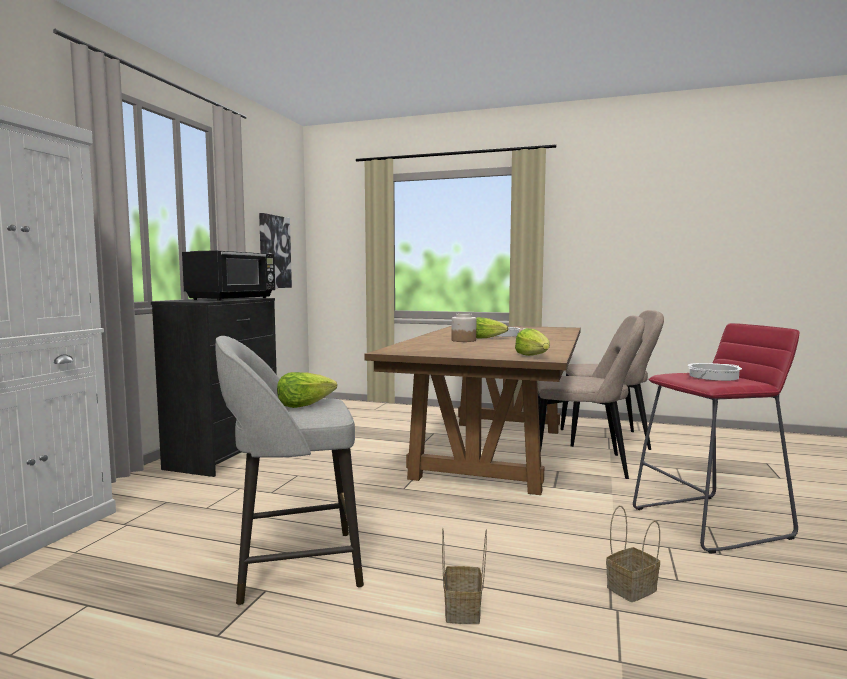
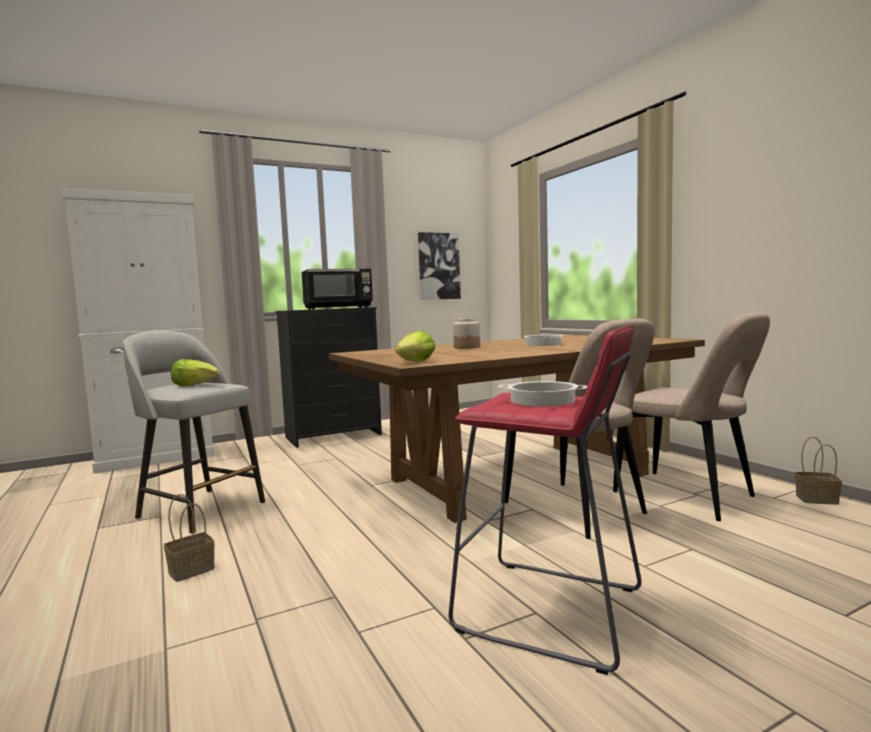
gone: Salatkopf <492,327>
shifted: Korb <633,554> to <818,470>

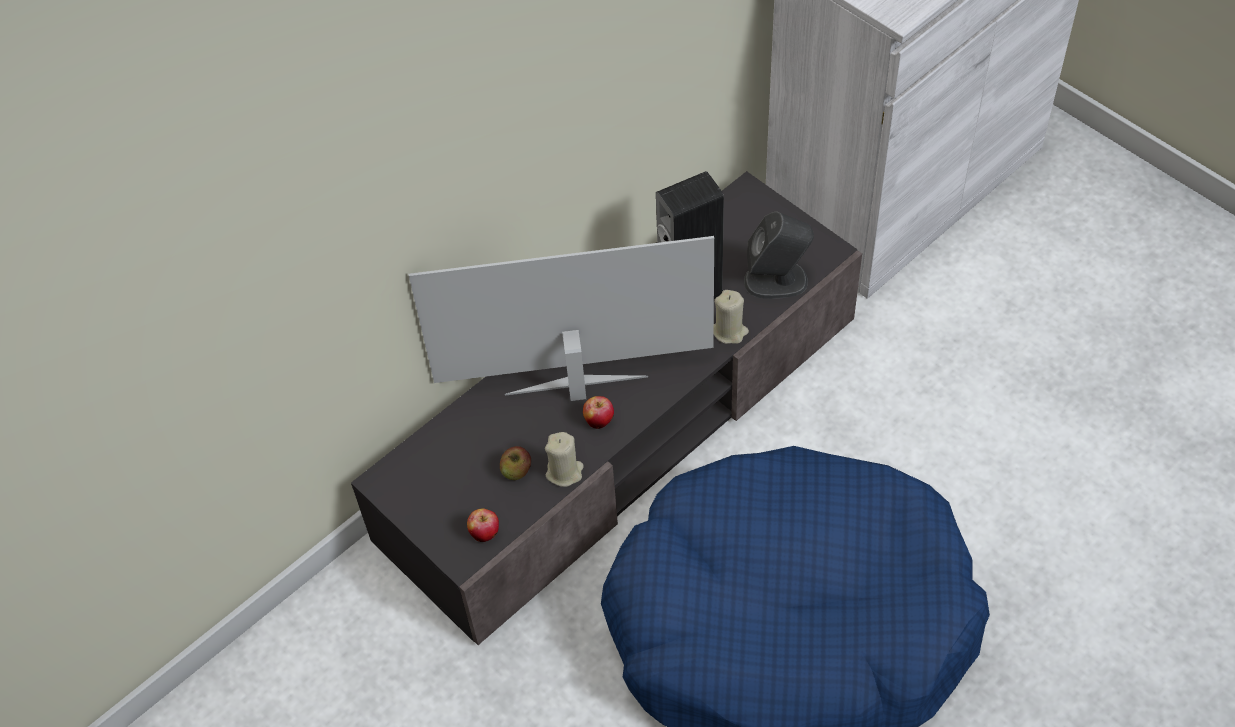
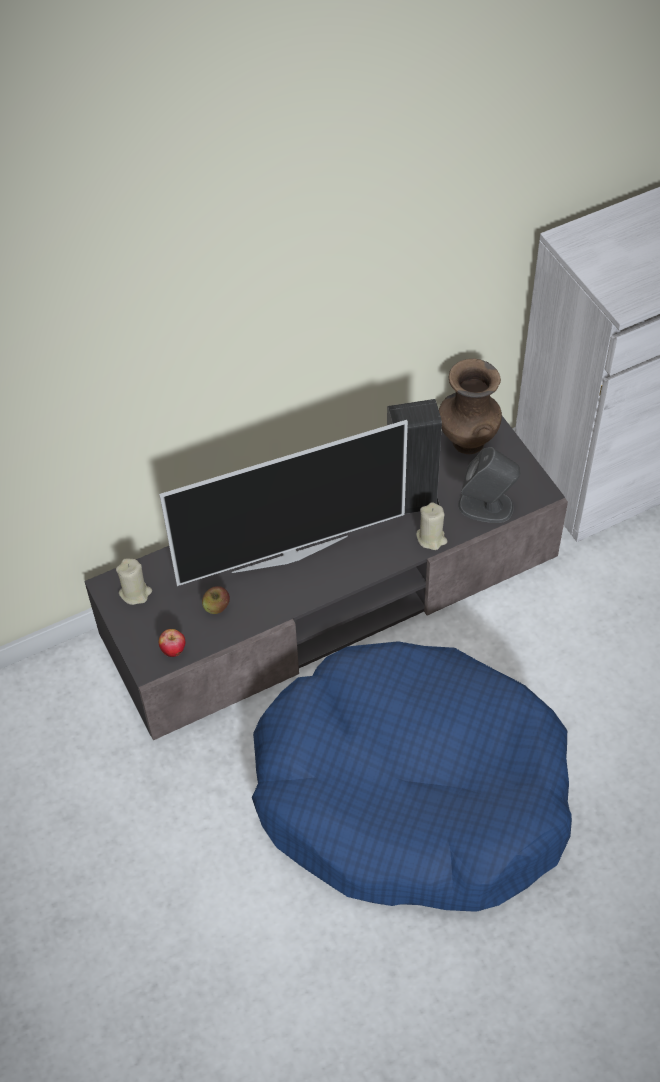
gone: Apfel <598,412>
new: Vase [braun] <470,406>
shifted: Kerze [beige] <564,459> to <134,582>
rotated: Fernseher <561,318> = <283,503> 150 degrees clockwise

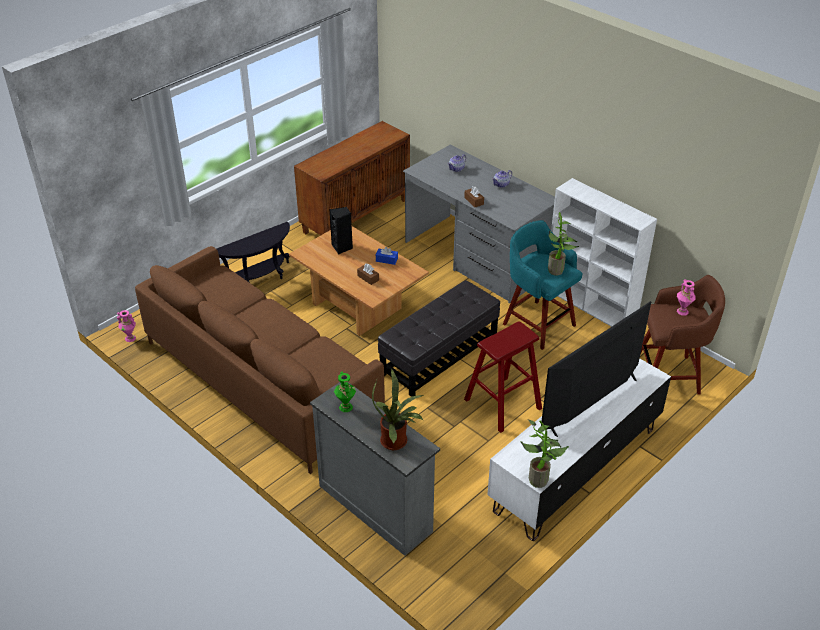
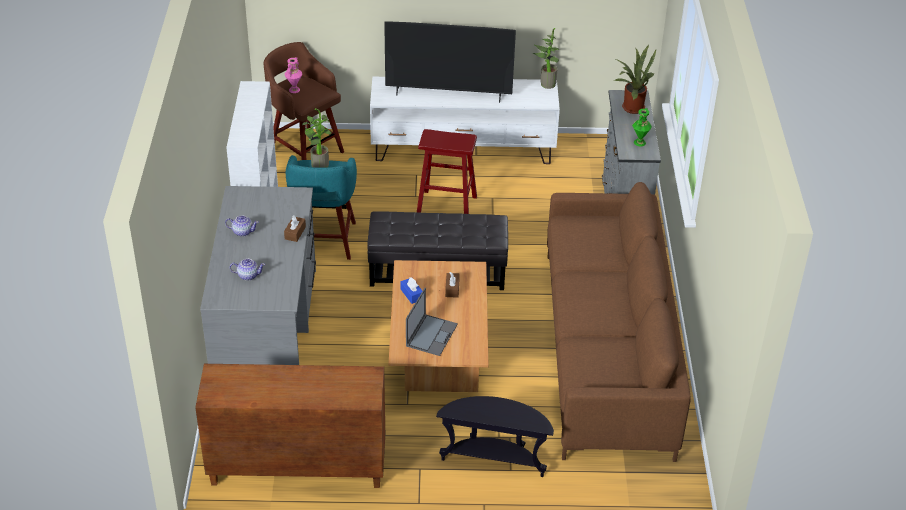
gone: Vase [rosa] <126,326>
swapped: Lautsprecher [schwarz] <341,230> to Laptop <432,322>

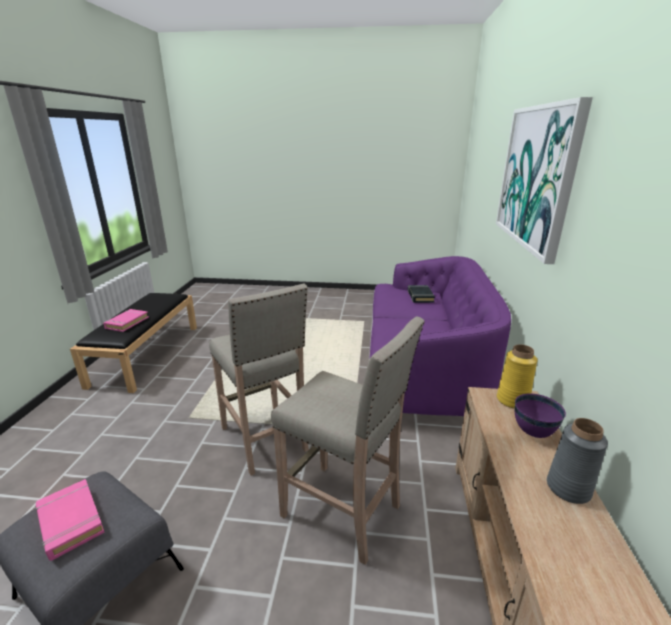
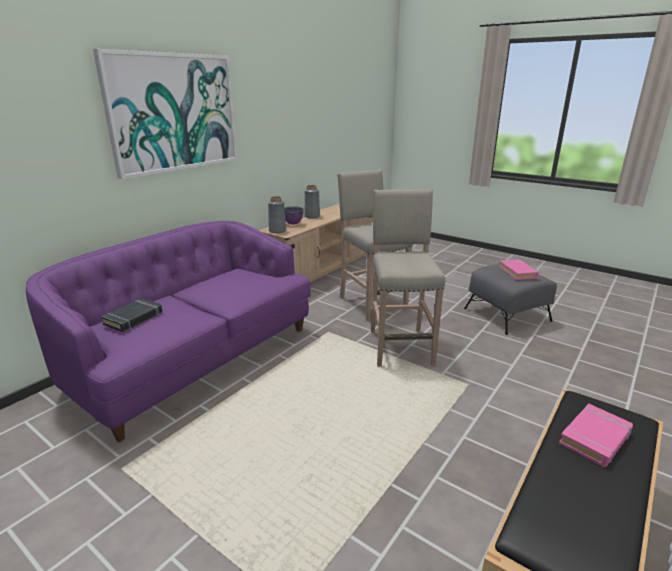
repainted: Vase [gelb] <517,376> to Vase [grau] <277,214>

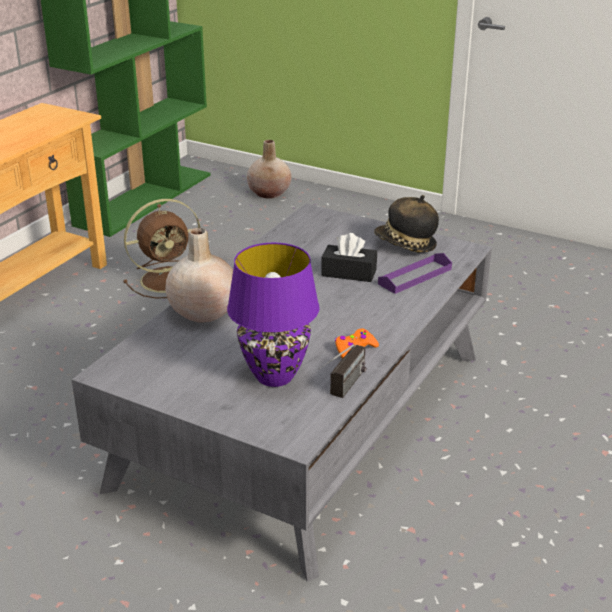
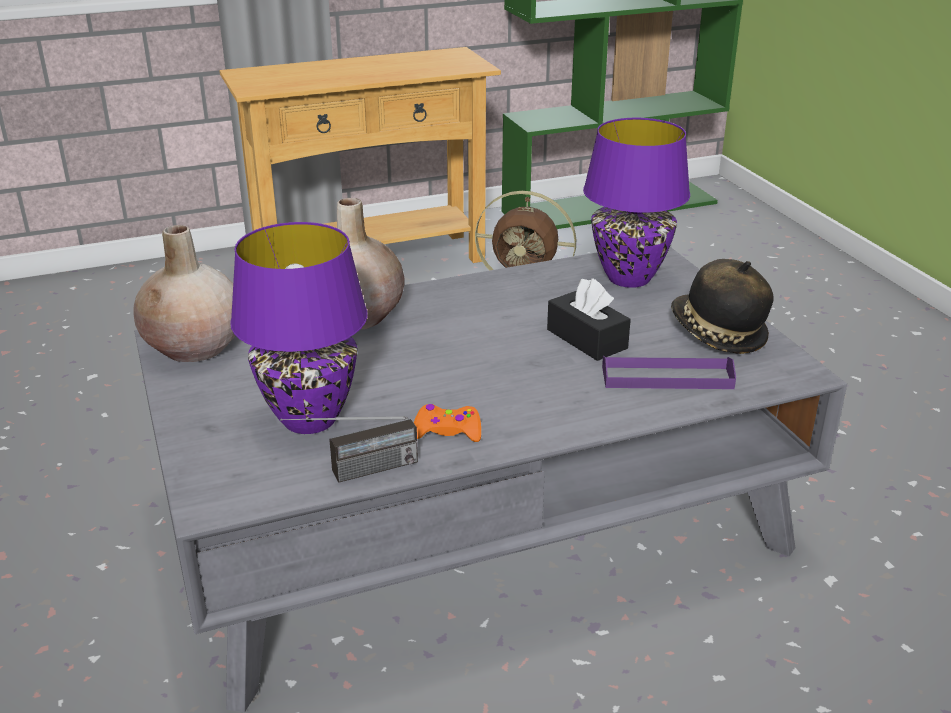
new: Tischlampe [lila] <636,203>
shifted: Vase [beige] <269,169> to <184,293>

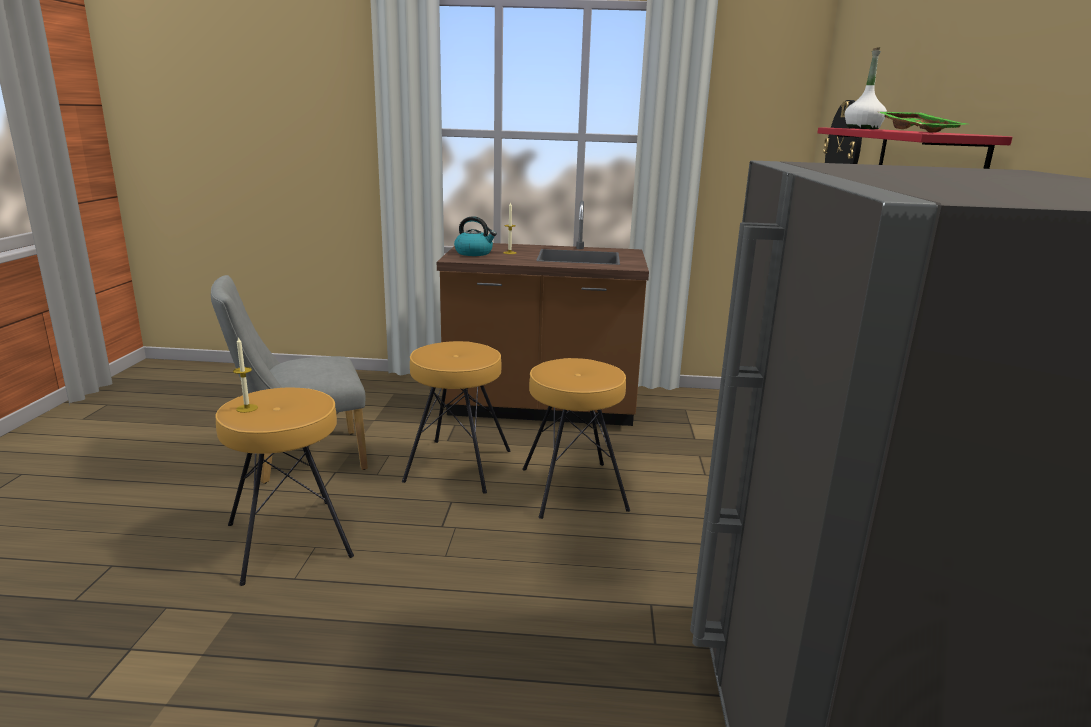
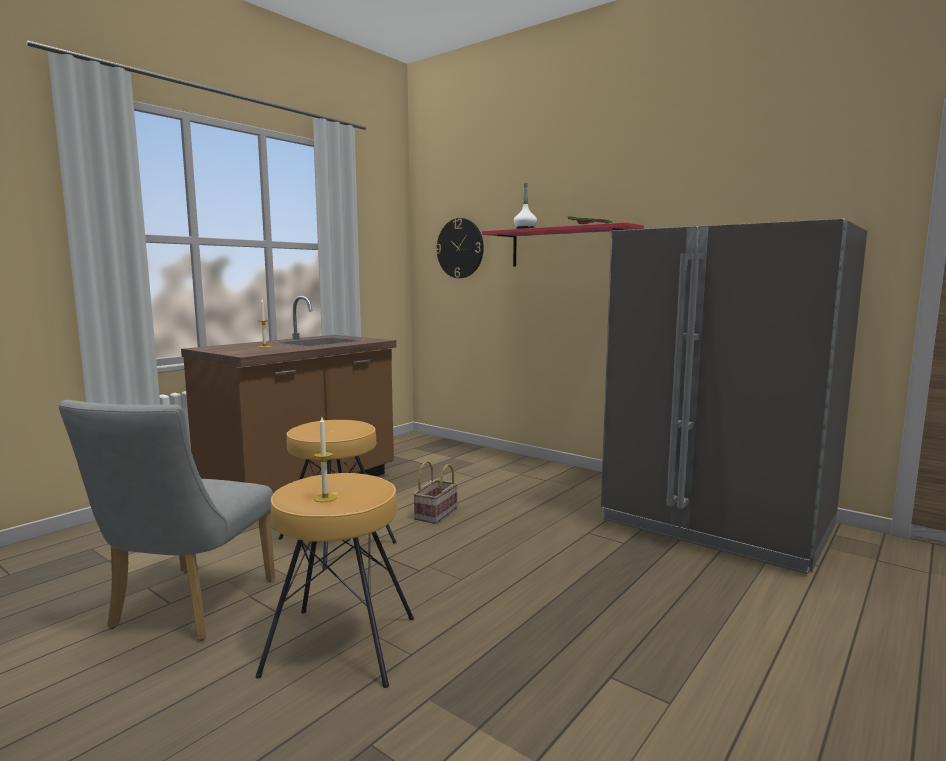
gone: Wasserkessel <475,236>
swapped: Hocker [braun] <576,438> to Korb <435,492>

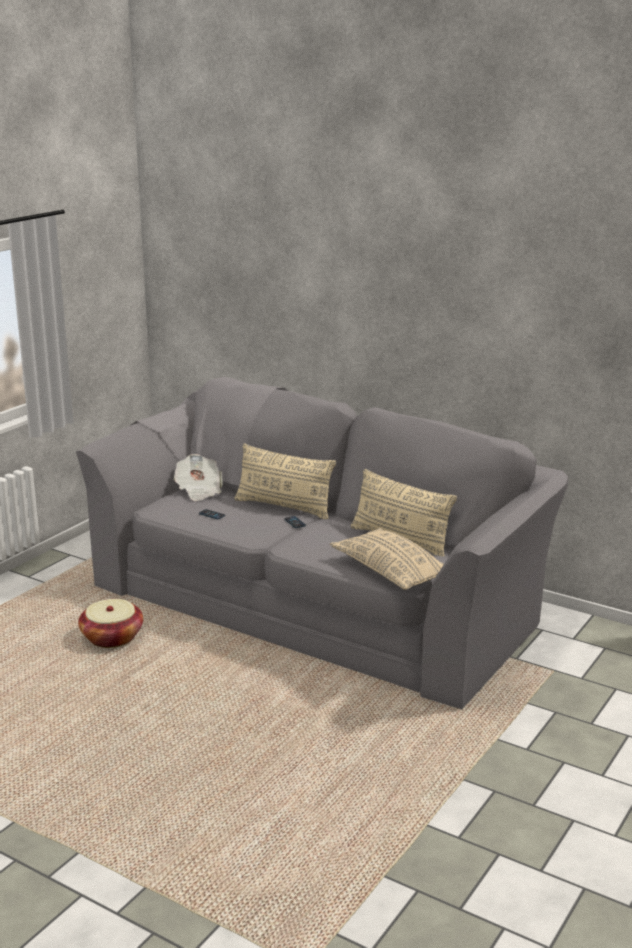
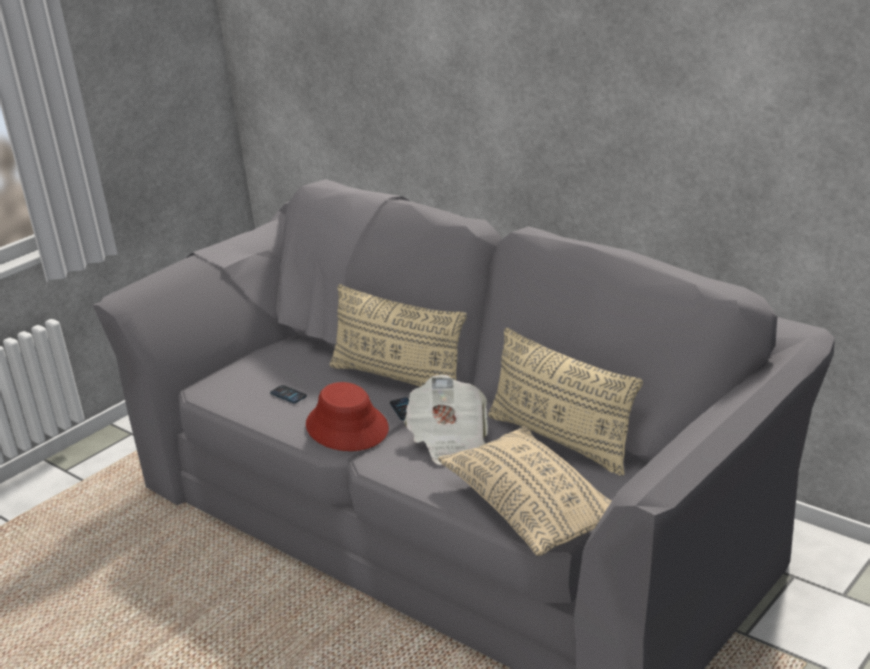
gone: Korb <110,623>
new: Hut [rot] <347,416>
shifted: Zeitung <198,477> to <446,420>

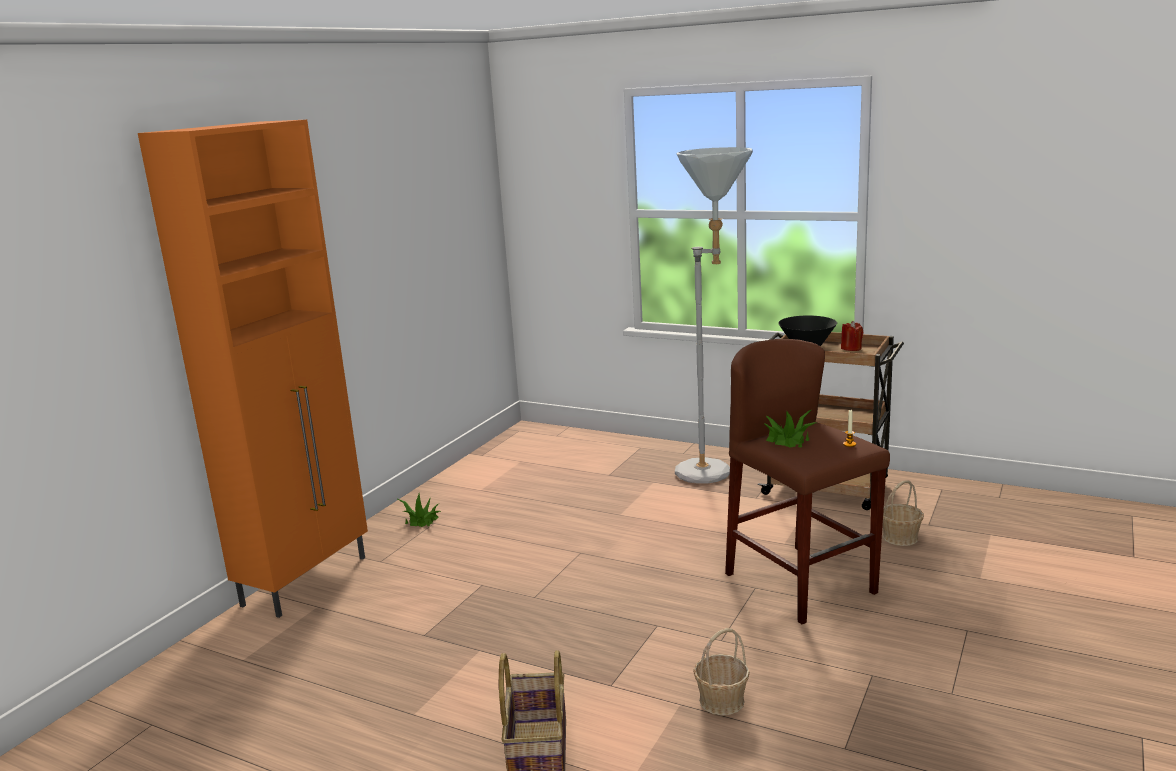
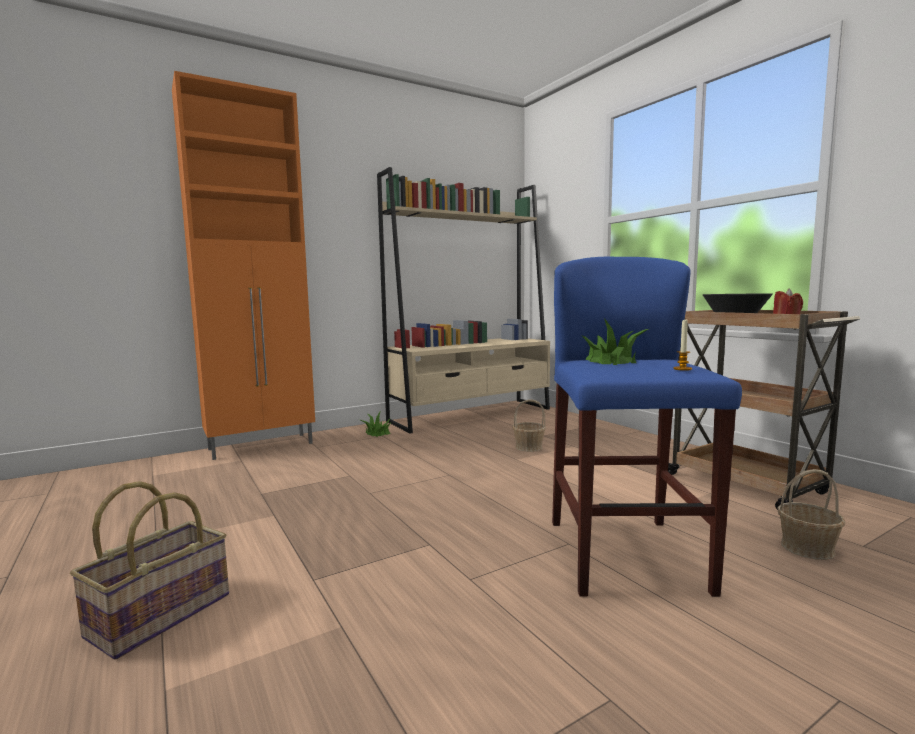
gone: Stehlampe [grau] <714,315>
new: Bücherregal [beige] <463,300>
shifted: Korb <721,672> to <529,425>
repainted: Hocker [braun] <807,481> to Hocker [blau] <647,427>

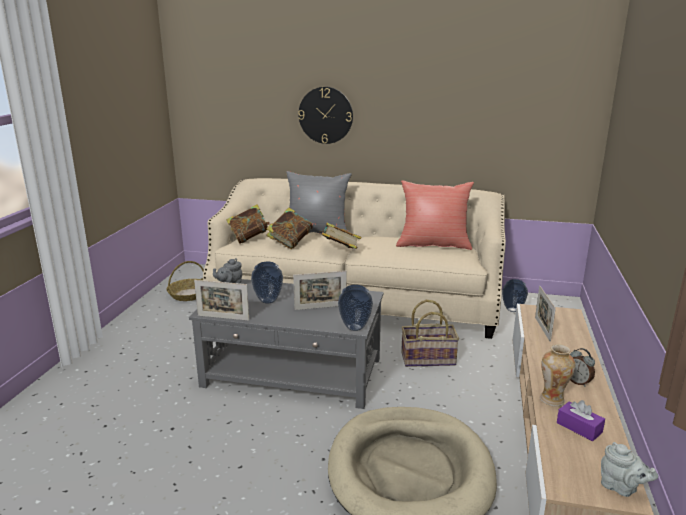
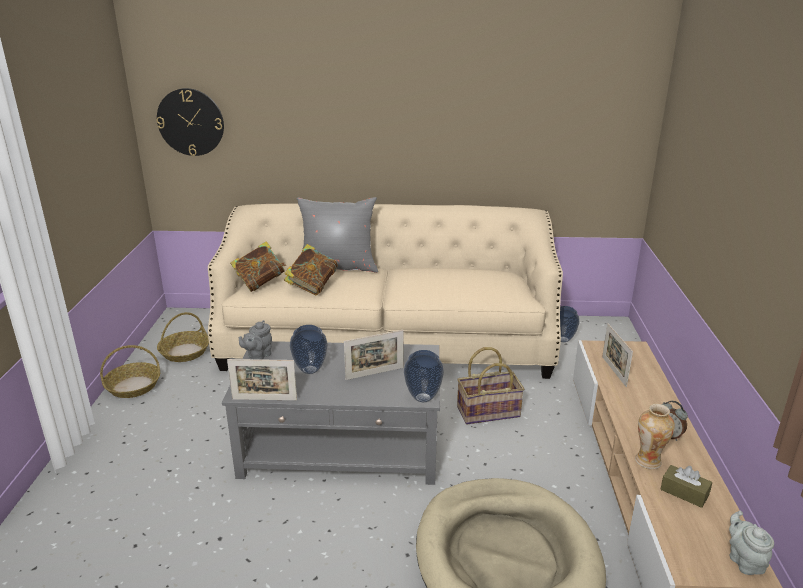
gone: Buch <340,236>; Kissen [rot] <435,215>
new: Korb <130,371>
shifted: Wanduhr <325,115> to <190,122>
repainted: Taschentuchbox [lila] <581,420> to Taschentuchbox [braun] <686,486>
rotated: Teekanne [grau] <629,469> = <751,543> 135 degrees counterclockwise

